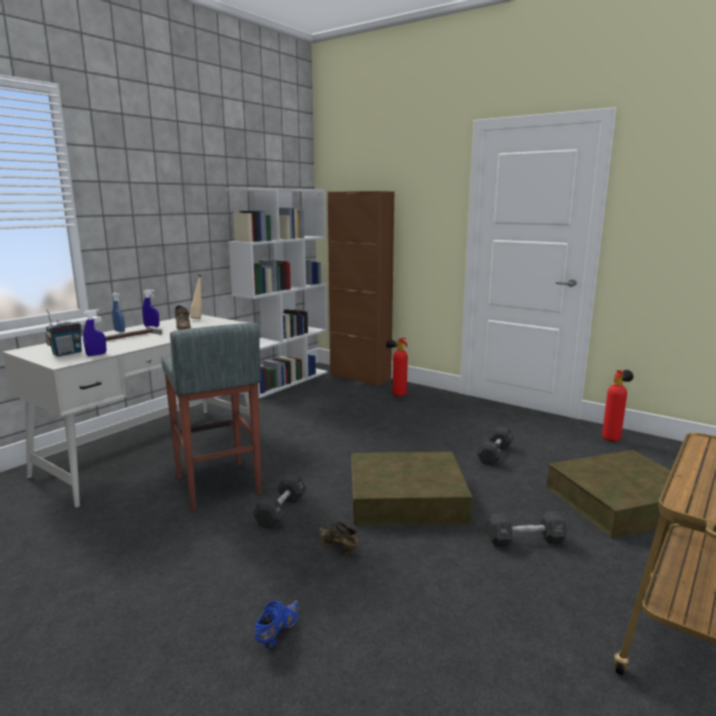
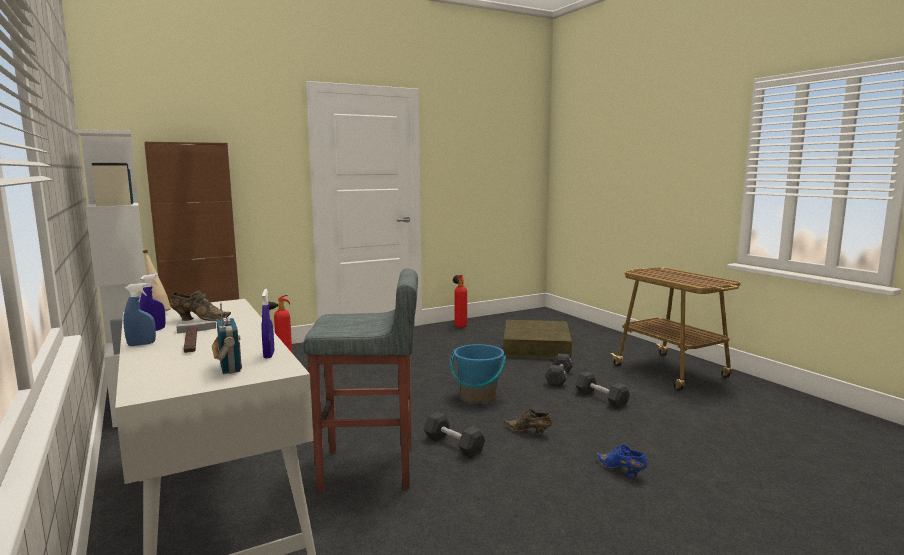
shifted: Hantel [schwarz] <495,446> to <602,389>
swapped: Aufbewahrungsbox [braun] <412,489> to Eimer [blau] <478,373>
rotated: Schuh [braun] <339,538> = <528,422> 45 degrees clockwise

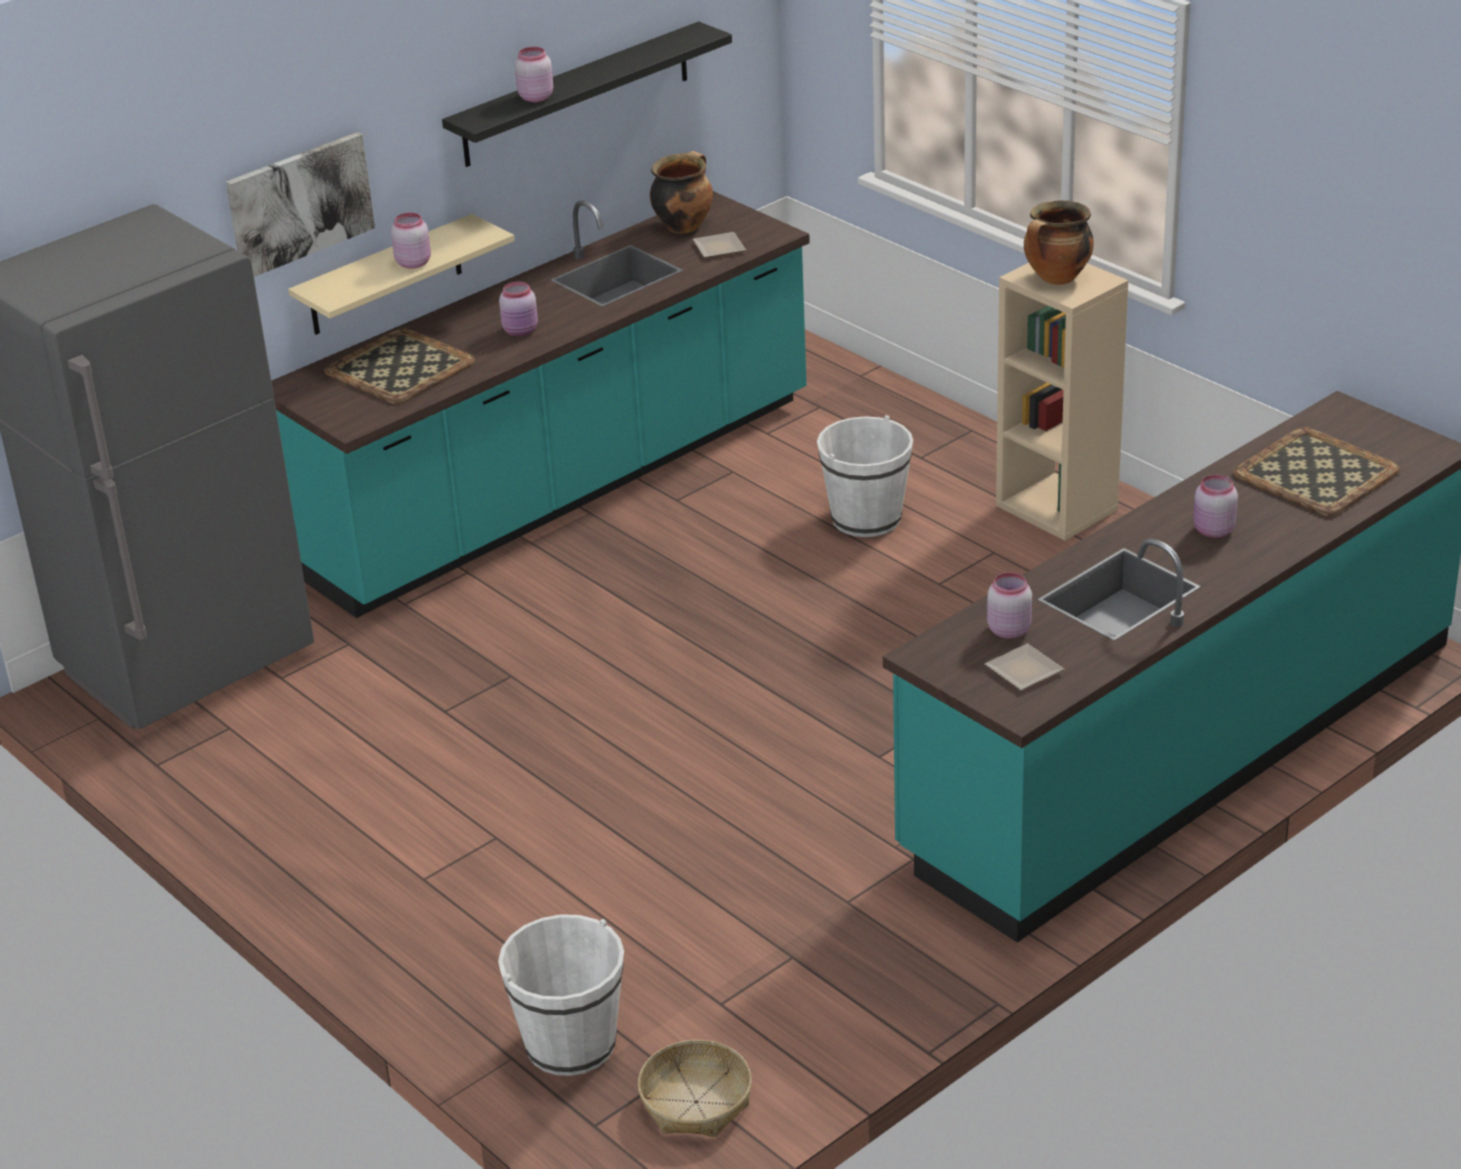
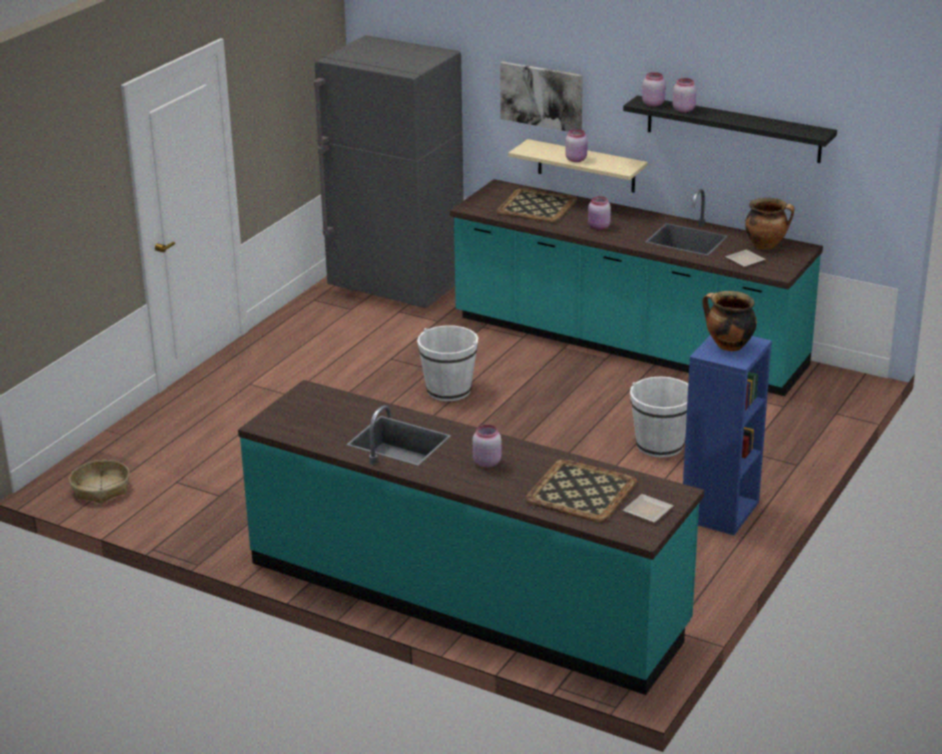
shifted: Eimer [weiß] <561,995> to <447,363>; Teller <1024,667> to <648,508>; Vorratsglas [rosa] <1009,606> to <654,89>
repainted: Bücherregal [beige] <1062,402> to Bücherregal [blau] <727,435>

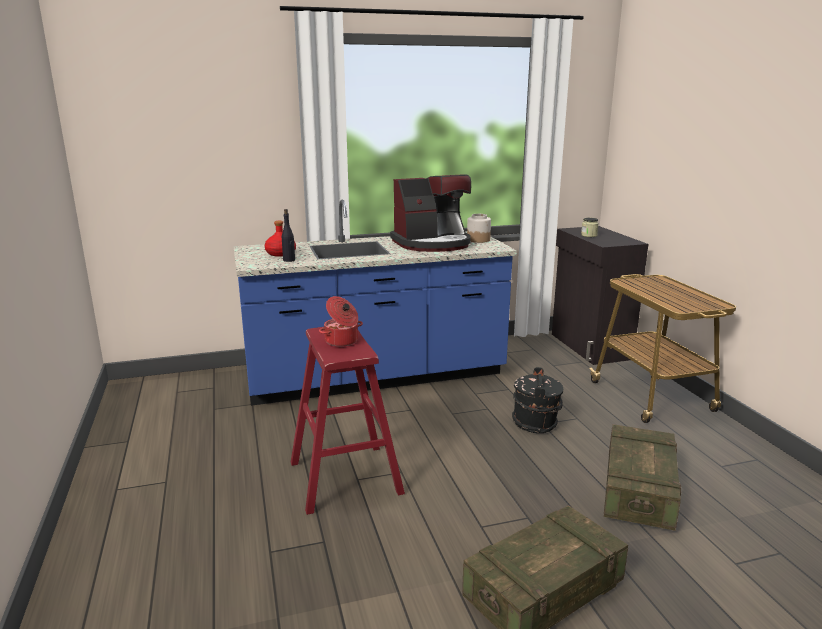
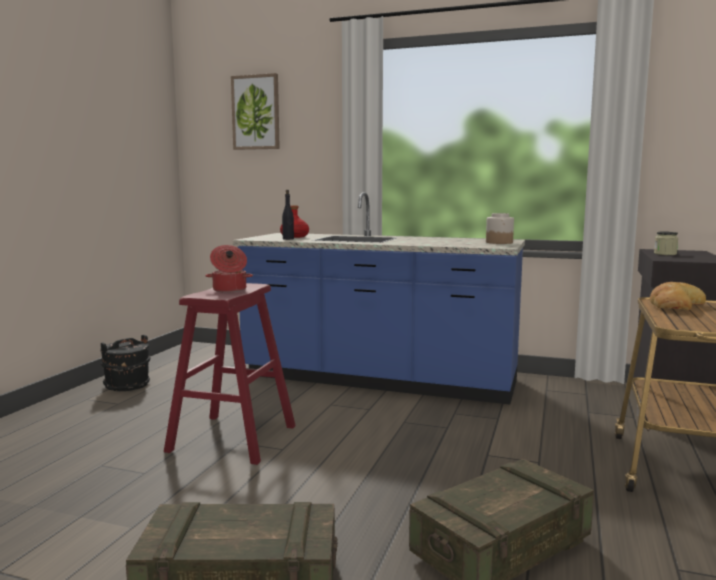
gone: Kaffeemaschine <430,213>
new: Bild <255,111>; Brot <678,296>
shifted: Eimer [schwarz] <537,400> to <125,363>

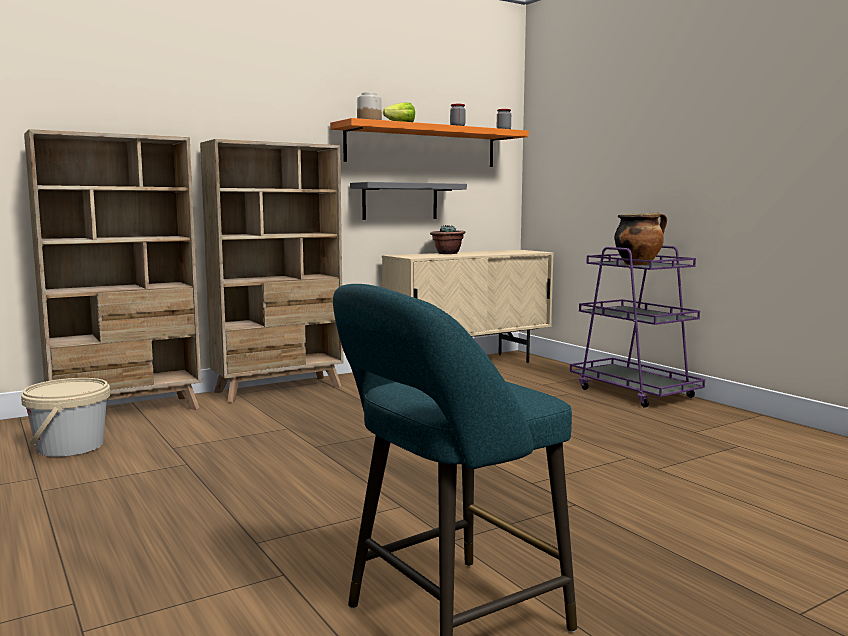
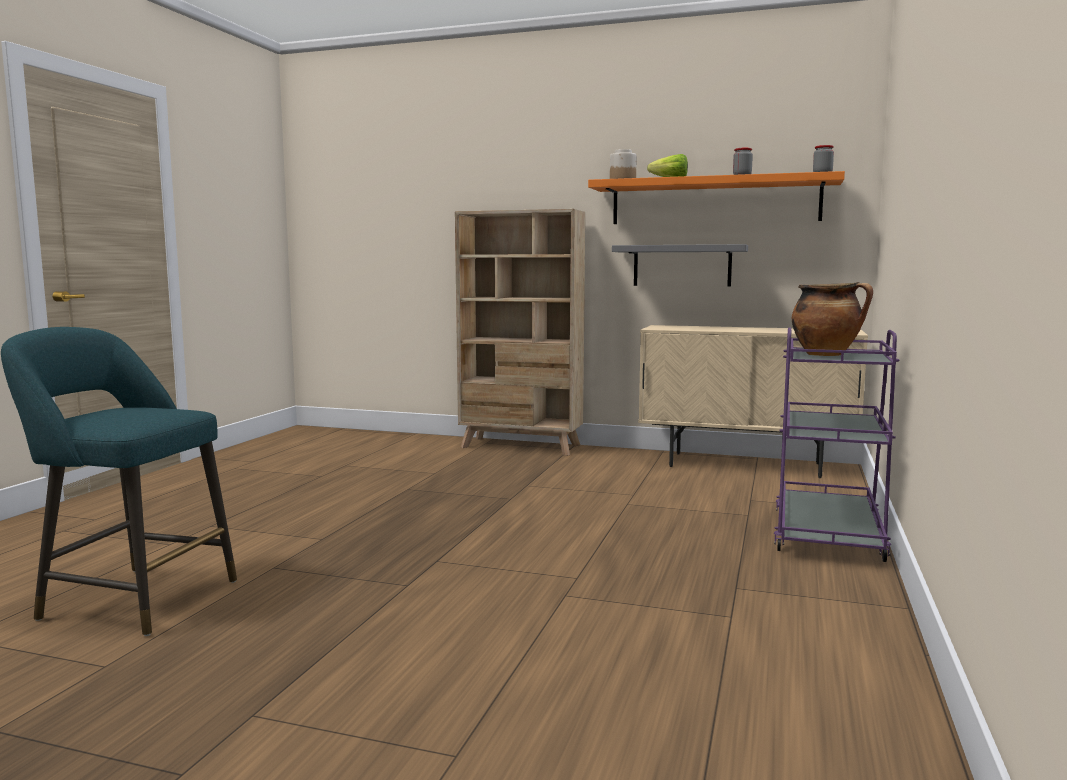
gone: Eimer [beige] <65,417>; Bücherregal [beige] <112,269>; Topfpflanze <448,239>

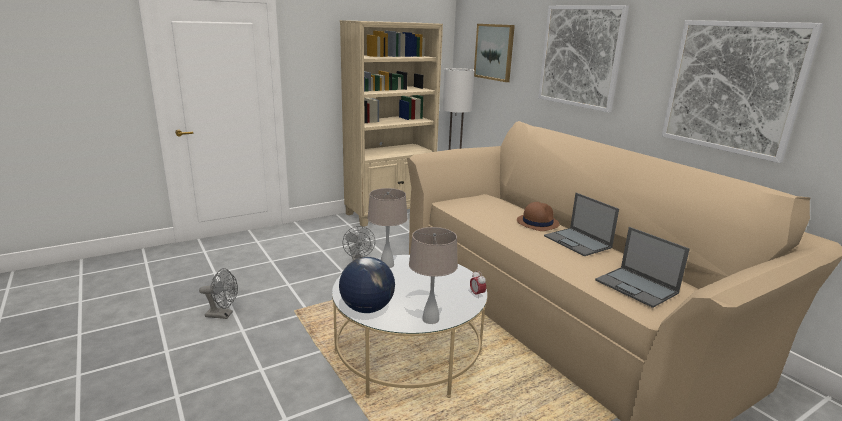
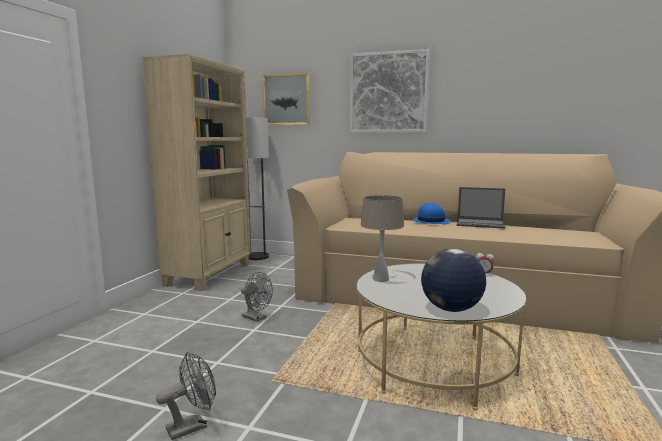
gone: Tischlampe [beige] <433,275>; Laptop <642,267>; Bild <742,91>
repainted: Hut [braun] <538,216> to Hut [blau] <431,213>

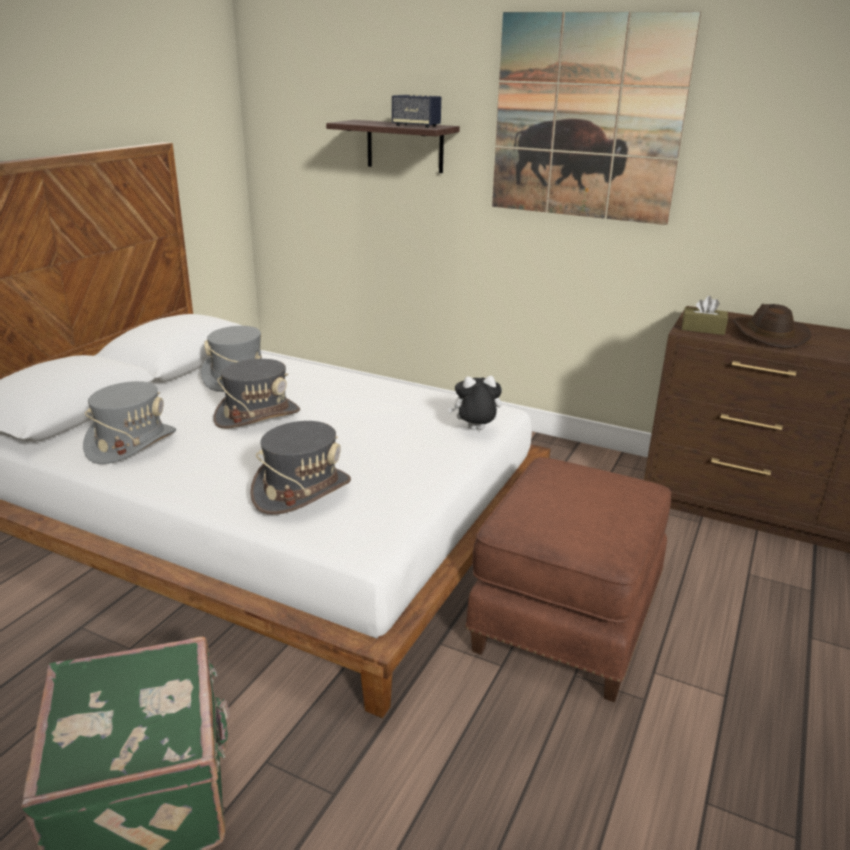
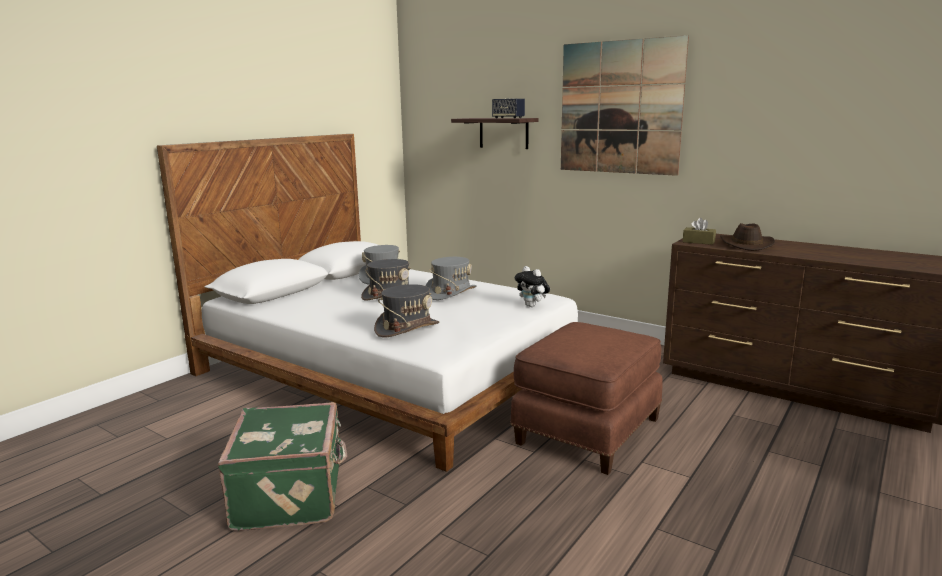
shifted: Hut [grau] <129,422> to <451,278>
rotated: Plüschtier <475,403> = <532,286> 135 degrees counterclockwise

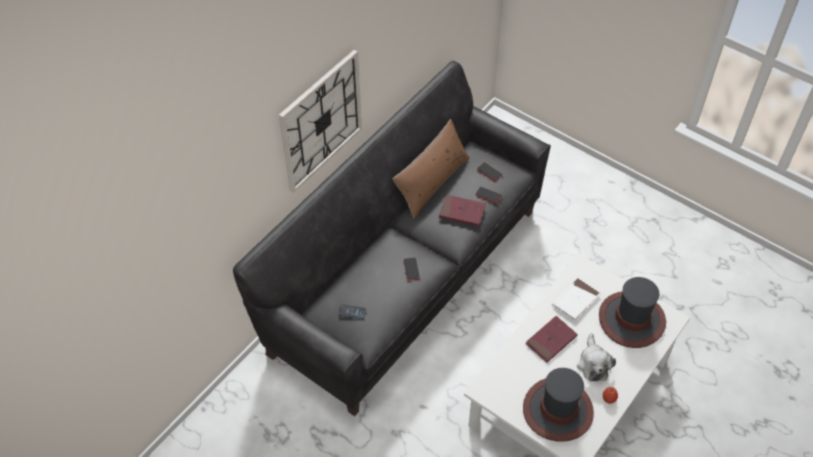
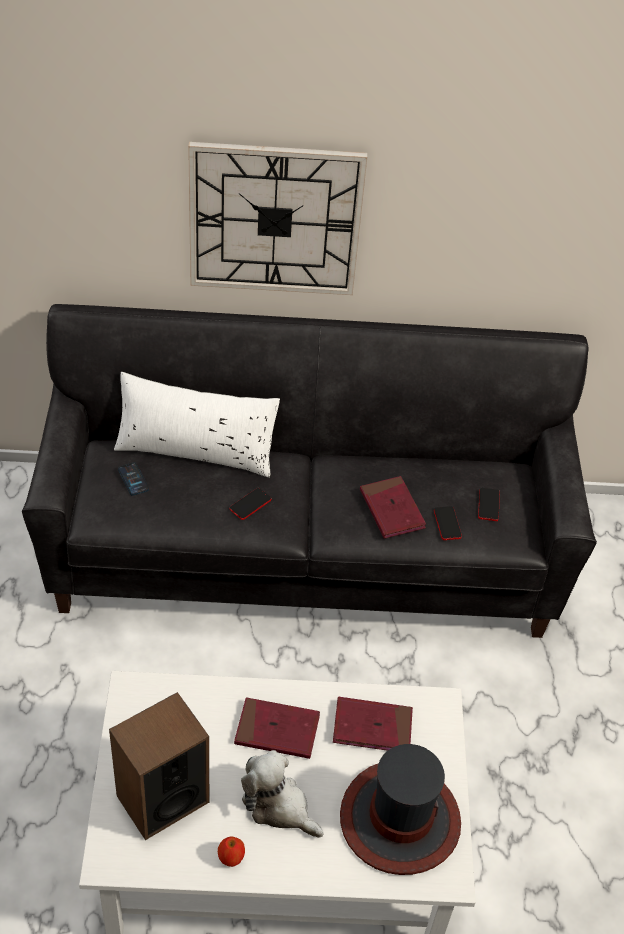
gone: Kissen [braun] <431,168>
new: Kissen [weiß] <197,425>
swapped: Hut <558,405> to Lautsprecher <159,766>
repainted: Buch [weiß] <576,299> to Buch [rot] <373,724>
rotated: Plüschtier <596,357> = <282,794> 75 degrees clockwise

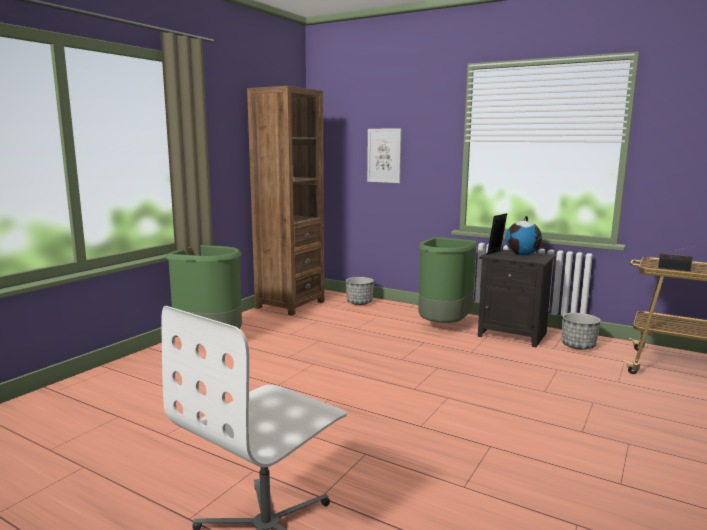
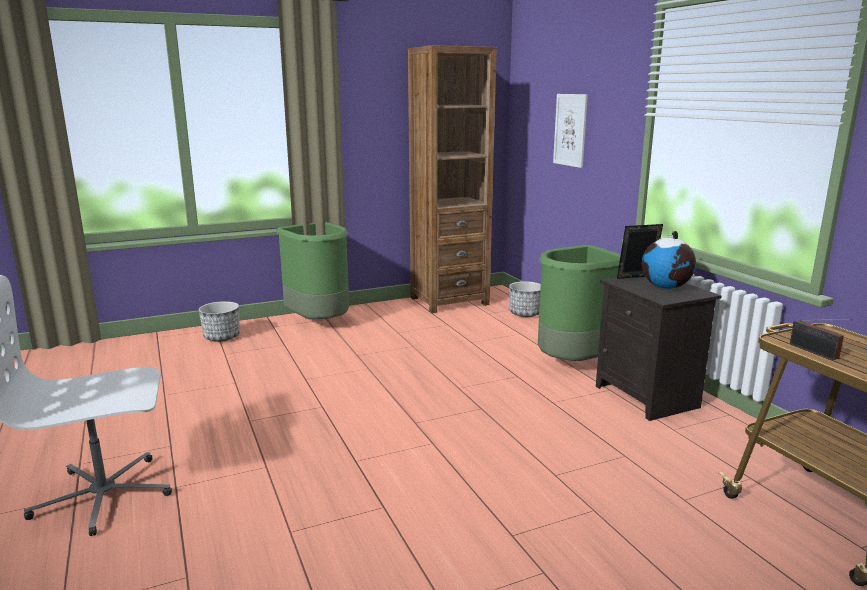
shifted: Pflanzkübel <581,331> to <219,321>

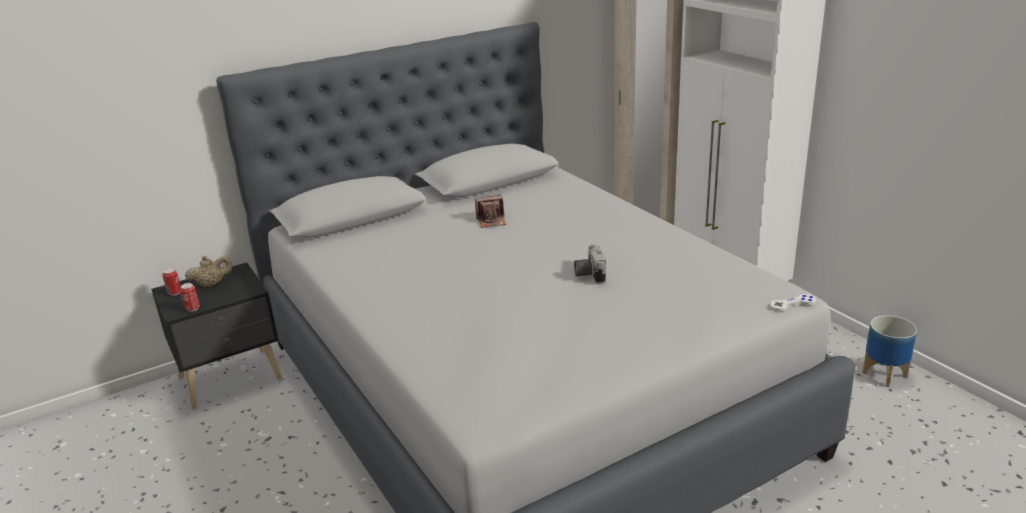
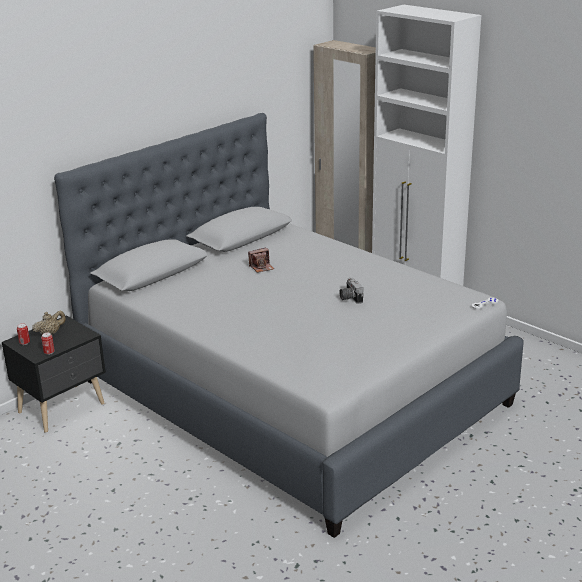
gone: Pflanzkübel <889,351>

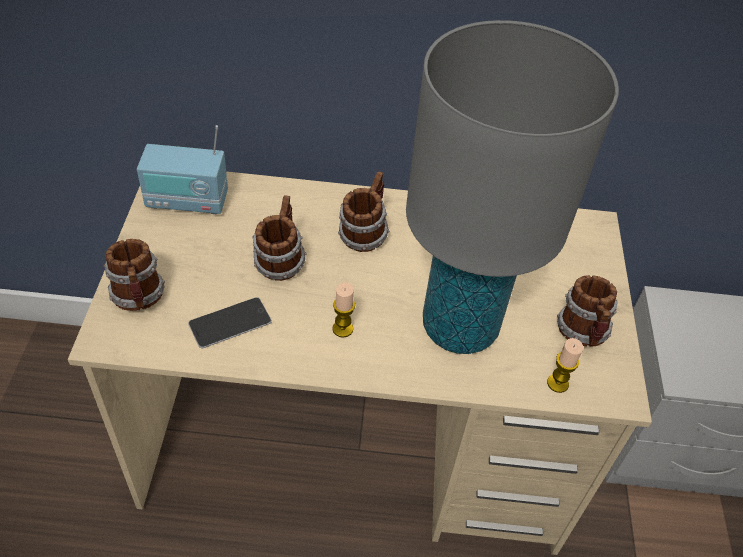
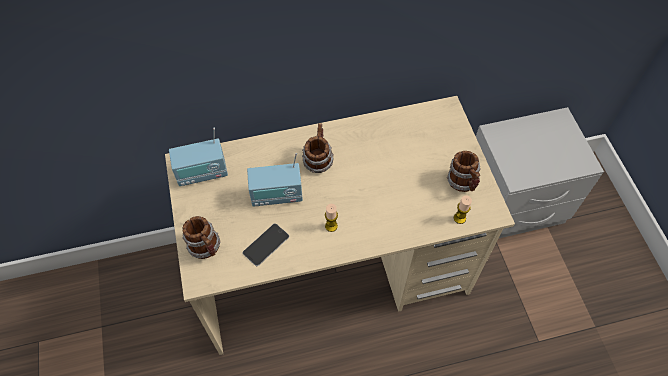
gone: Tischlampe [grau] <512,187>
swapped: Henkelbecher <279,238> to Radio <275,179>

